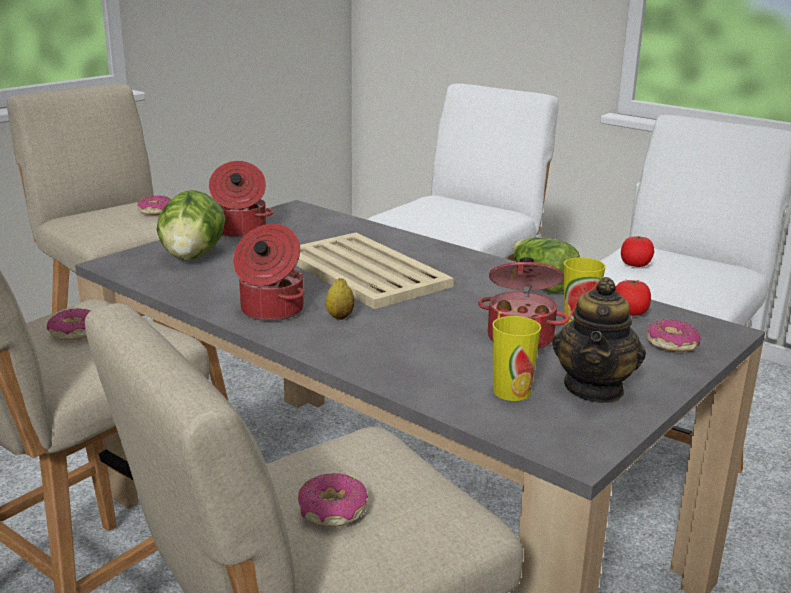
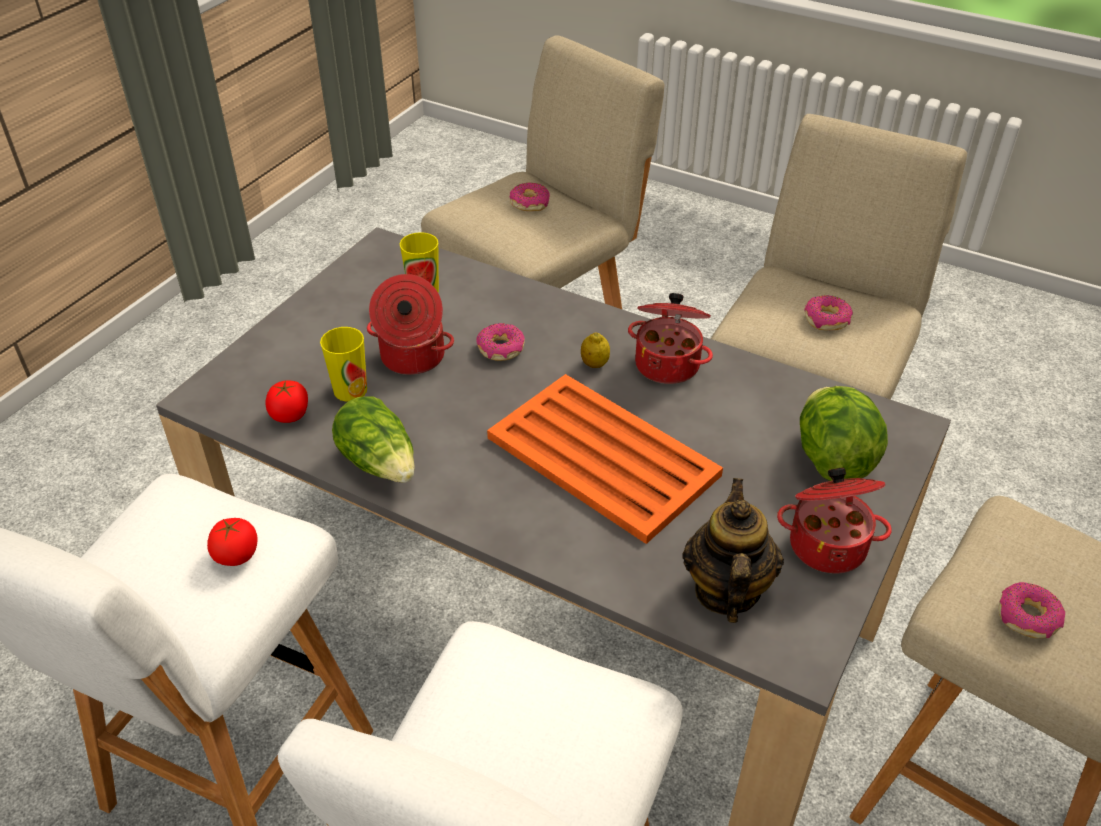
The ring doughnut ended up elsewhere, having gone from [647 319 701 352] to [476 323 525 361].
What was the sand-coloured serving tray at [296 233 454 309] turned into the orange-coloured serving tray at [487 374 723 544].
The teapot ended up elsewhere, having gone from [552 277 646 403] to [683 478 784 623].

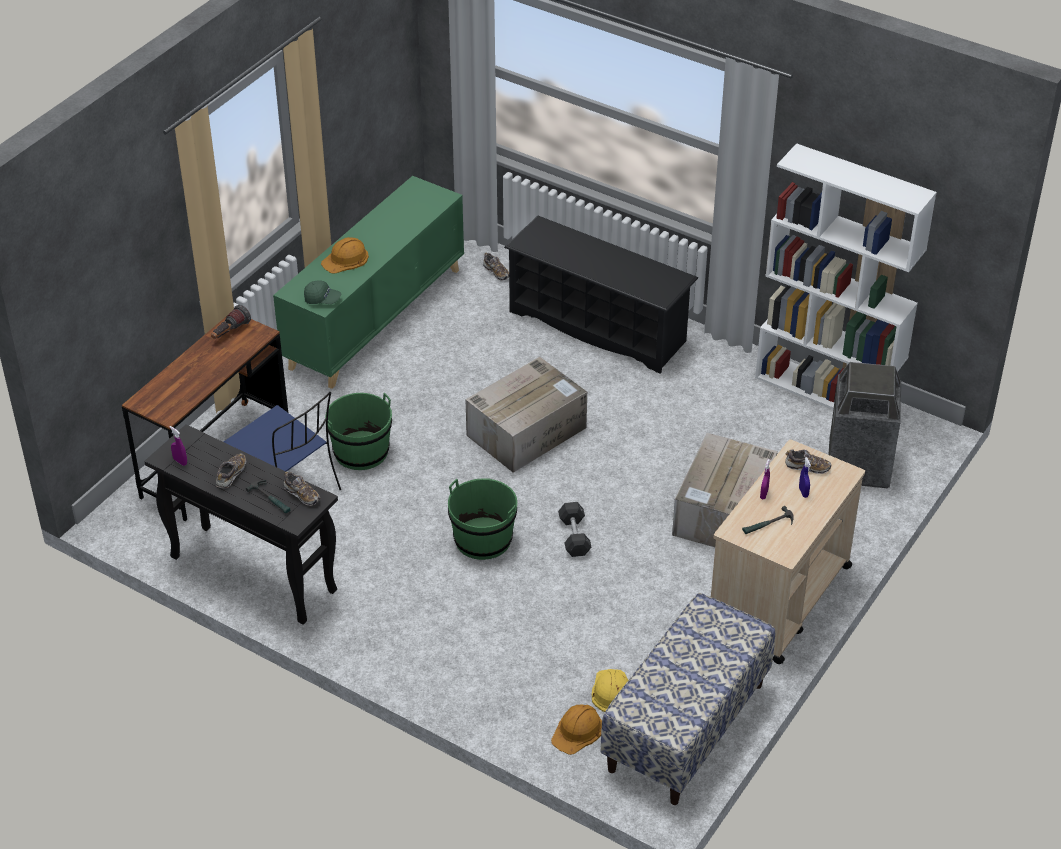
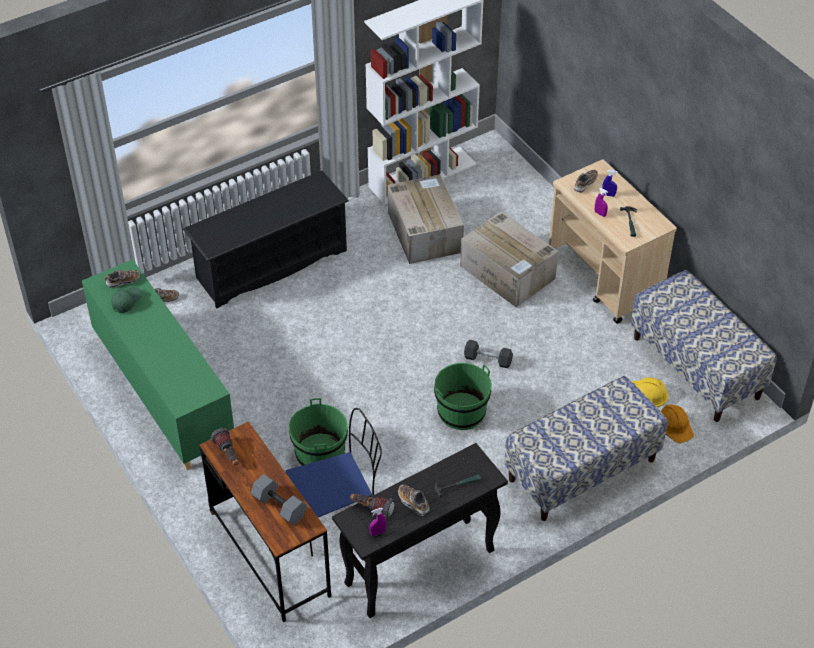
The low shoe ended up elsewhere, having gone from [284 472 320 506] to [105 270 140 288].
The green-coloured cap ended up elsewhere, having gone from [304 280 341 304] to [111 287 142 313].
The second view gained the greyish free weight at [251 474 307 525].
The second view gained the torch at [350 493 395 519].
The cardboard box ended up elsewhere, having gone from [465 357 587 473] to [388 174 464 264].
The second view gained the long seat at [504 376 668 521].
The second view lost the orange-coloured hard hat at [321 237 369 274].
The second view lost the waste bin at [828 362 901 488].

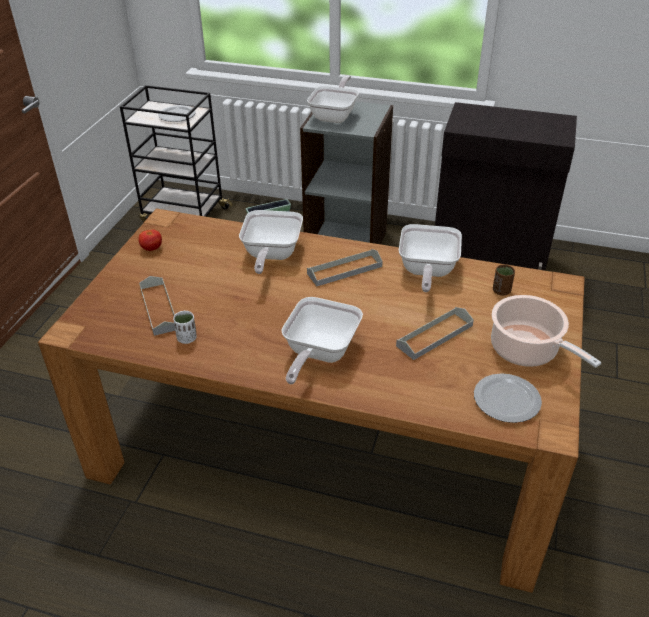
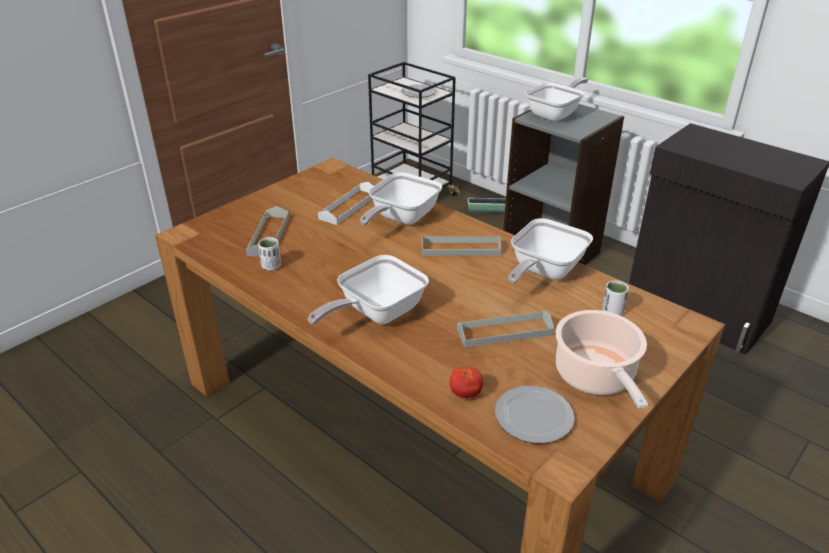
The second view gained the whitish serving tray at [318 182 373 225].
The tomato ended up elsewhere, having gone from [139 229 162 251] to [450 367 483 398].
What was the brown-coloured small cup at [493 265 515 296] turned into the whitish small cup at [602 280 629 315].

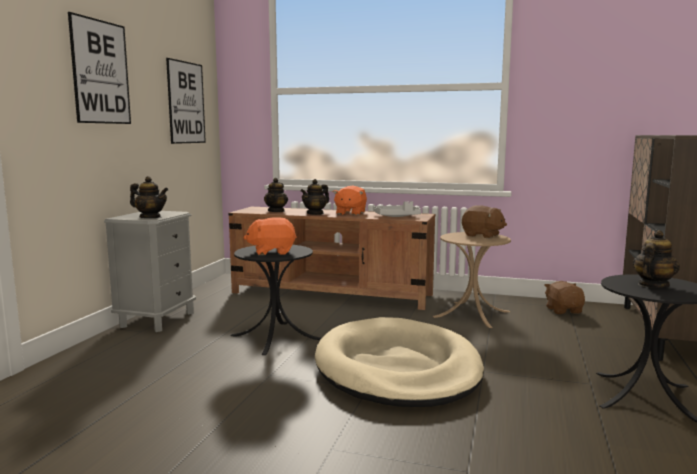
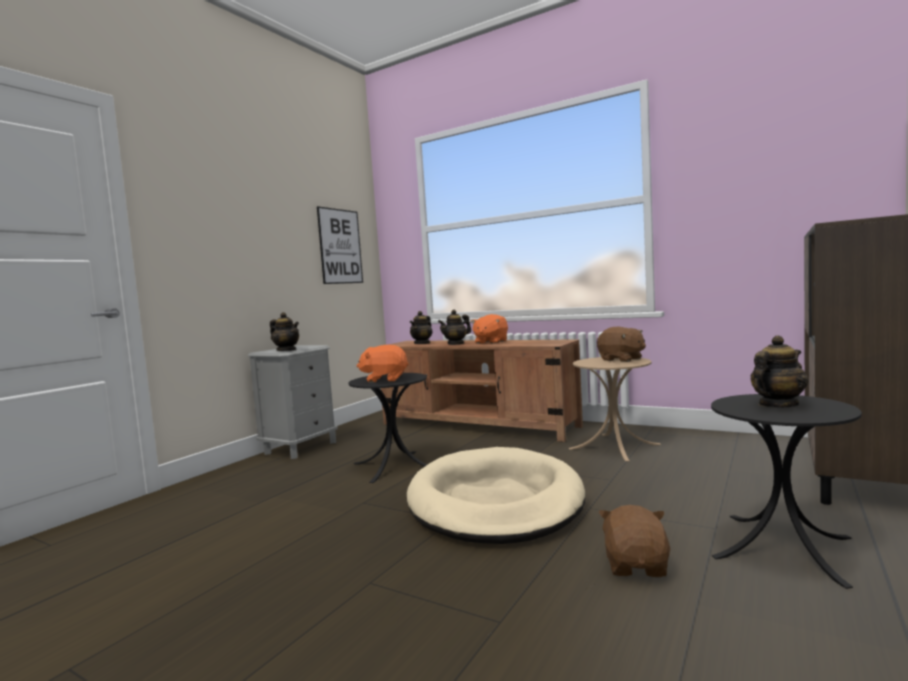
The brown-coloured cuddly toy ended up elsewhere, having gone from [544 281 585 314] to [599 505 670 577].
The second view lost the wall picture at [68 12 131 124].
The second view lost the greyish serving tray at [373 201 421 217].

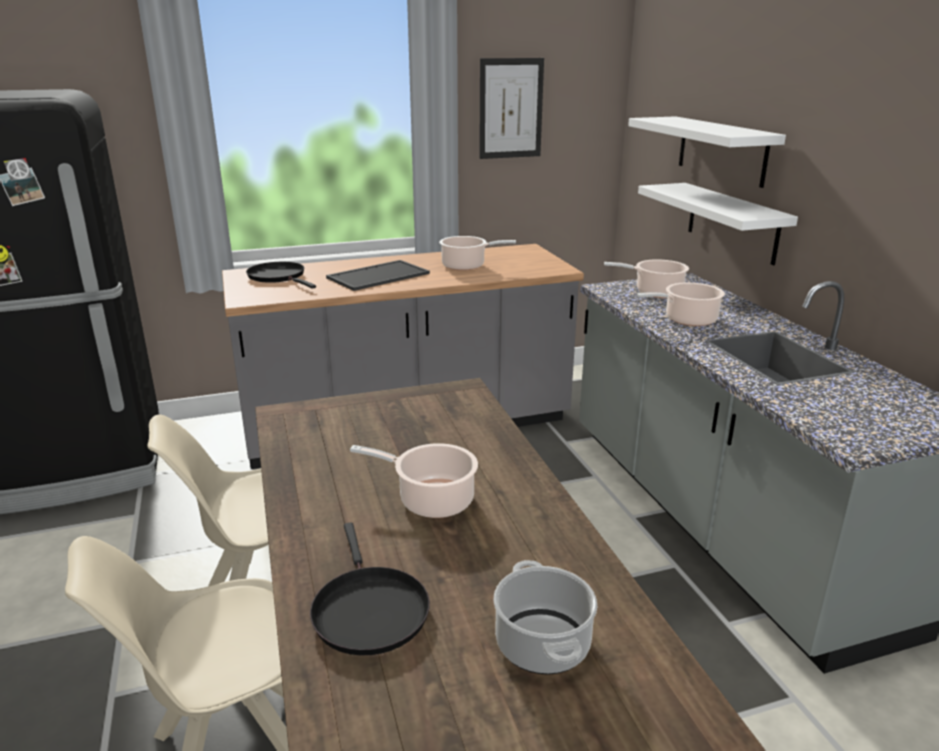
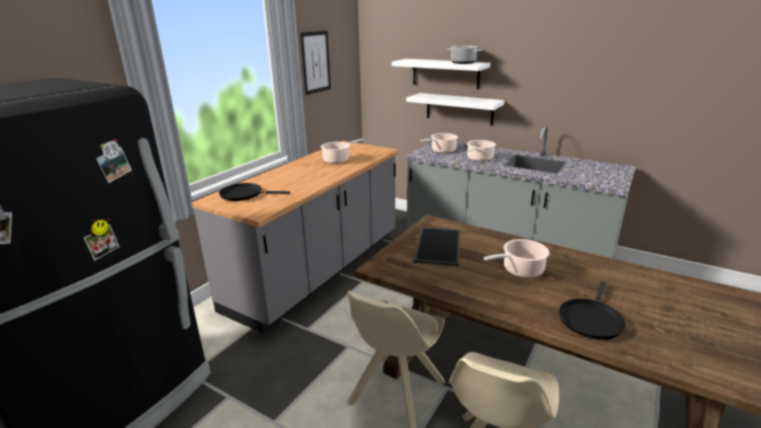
The serving tray ended up elsewhere, having gone from [326 260 430 291] to [413 227 461 266].
The stockpot ended up elsewhere, having gone from [493 560 597 675] to [447 46 482 64].
The black skillet at [310 522 430 655] ended up facing another way, 90 degrees clockwise from before.

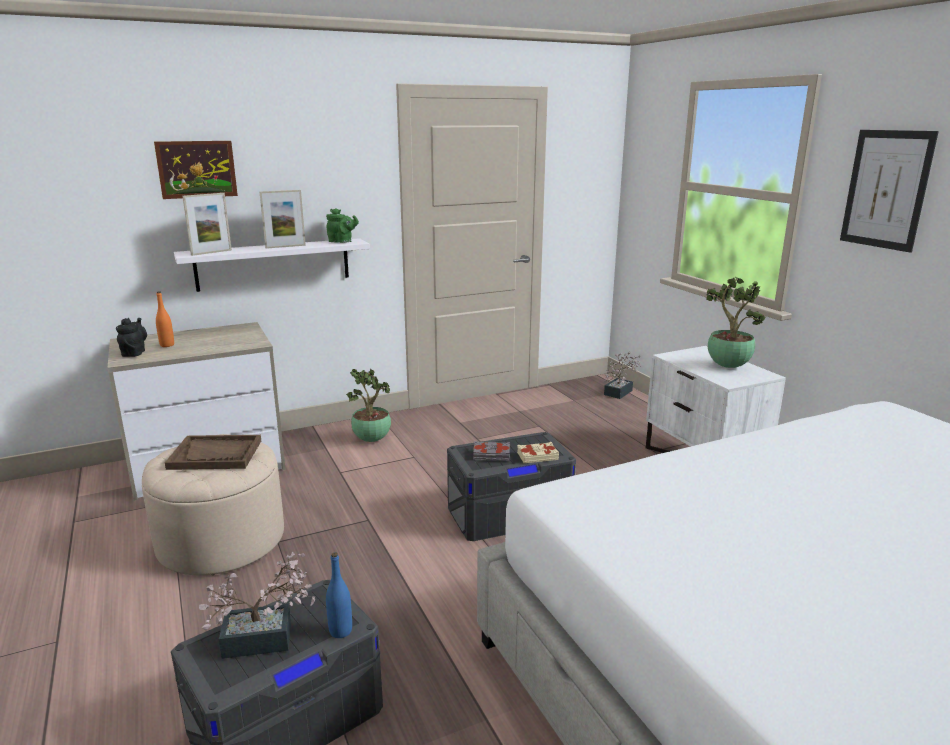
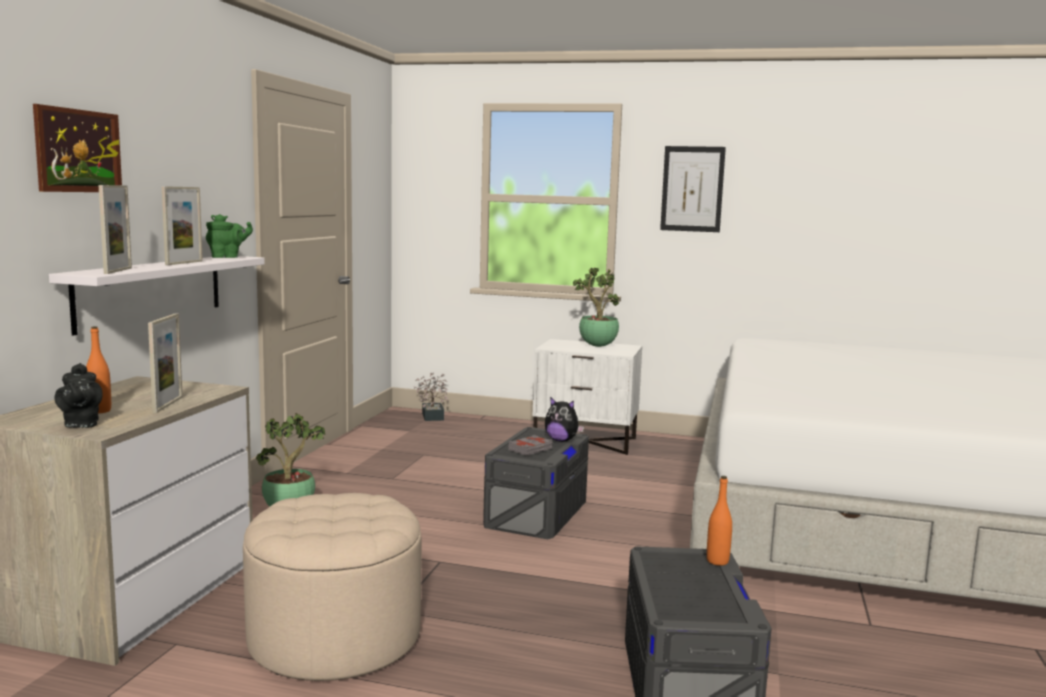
The black teapot at [116 318 147 357] ended up facing another way, 150 degrees counterclockwise from before.
The second view gained the picture frame at [148 313 183 413].
Where the sand-coloured bound book stood at [517 442 559 463], the cuddly toy came to stand at [545 397 584 442].
What was the bluish bottle at [326 552 352 638] turned into the orange-coloured bottle at [707 476 732 566].
The second view lost the brown-coloured serving tray at [165 435 261 470].
The second view lost the plant in a pot at [199 552 315 659].

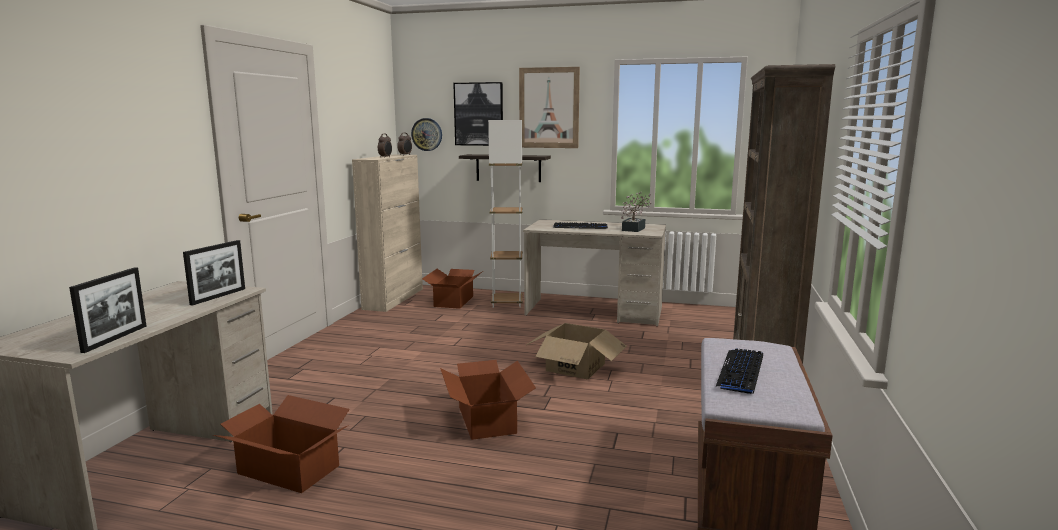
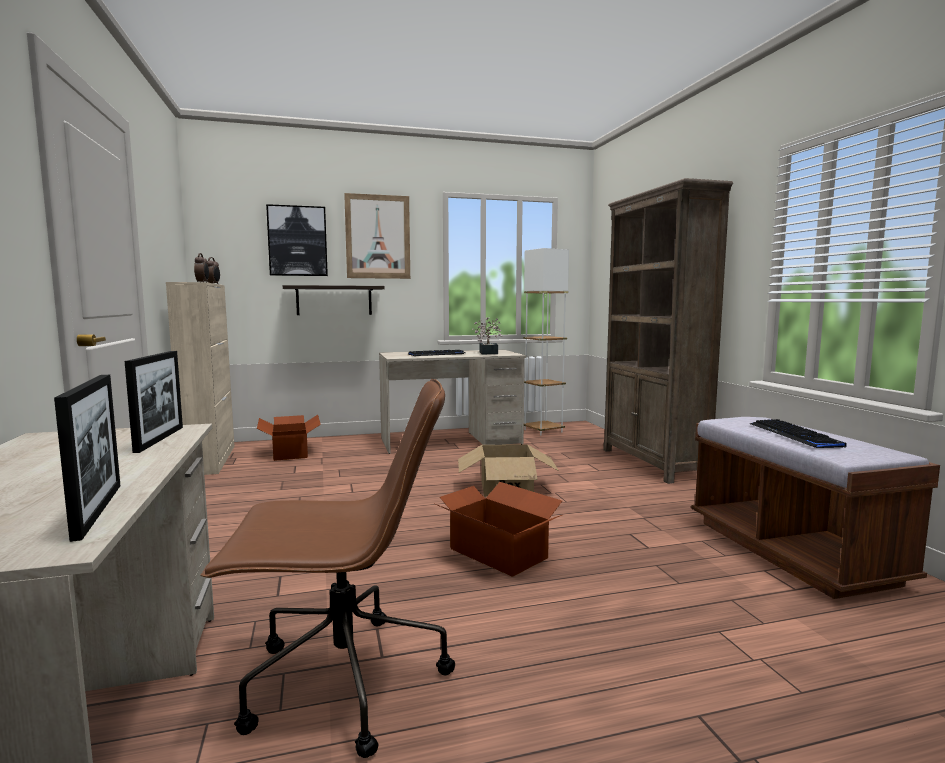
Where the cardboard box stood at [213 395 350 493], the brown-coloured computer chair came to stand at [200 379 455 758].
The whitish standing lamp ended up elsewhere, having gone from [488 120 523 308] to [523 248 569 435].
The second view lost the clock on the wall at [411 118 442 151].

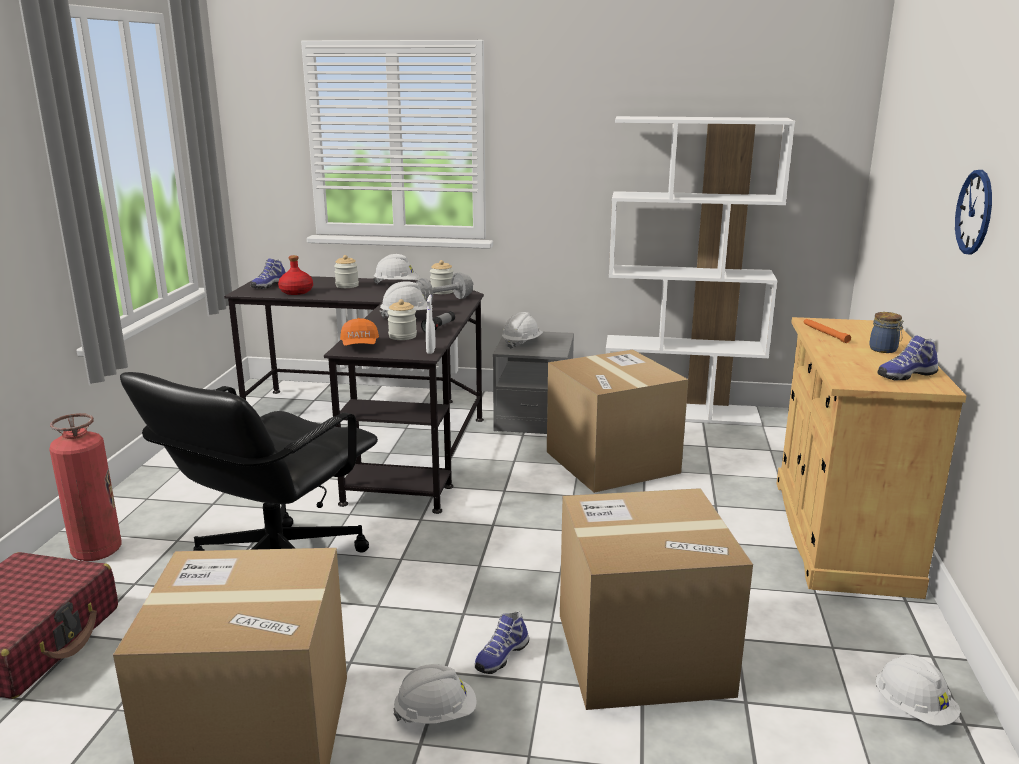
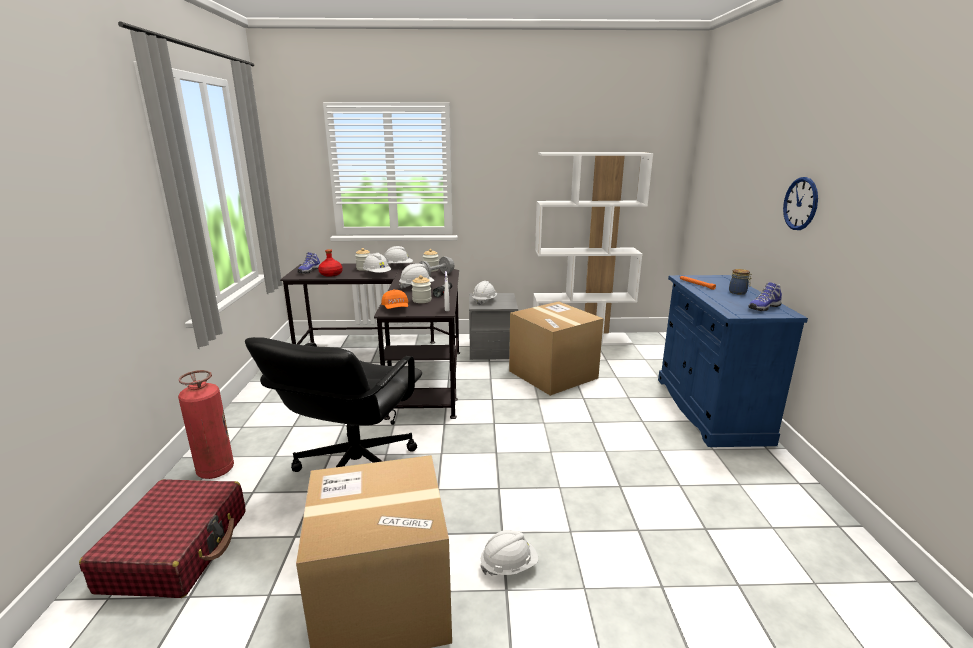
The whitish hard hat ended up elsewhere, having gone from [876 654 961 726] to [363 253 391 273].
What was the sand-coloured storage cabinet at [776 317 966 599] turned into the bluish storage cabinet at [658 275 808 447].
The second view lost the low shoe at [475 611 529 674].
The second view lost the cardboard box at [560 488 753 710].

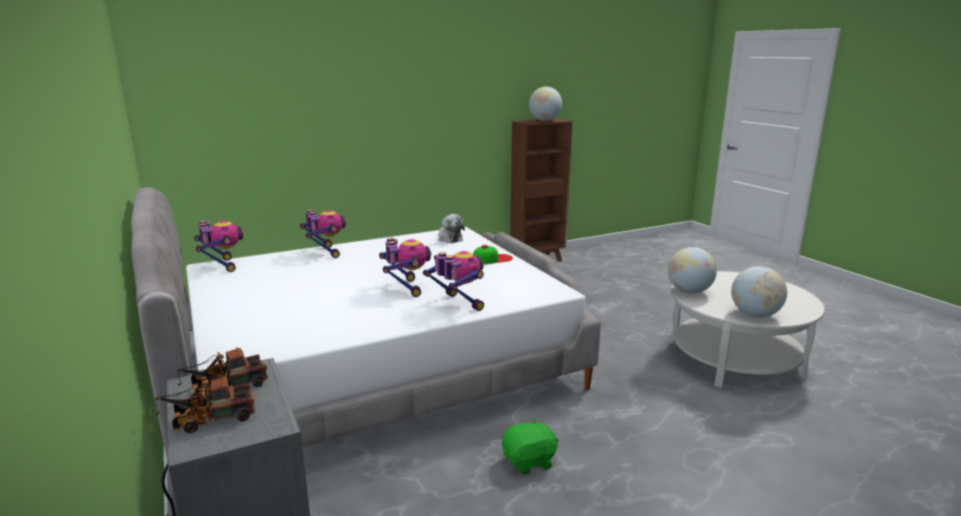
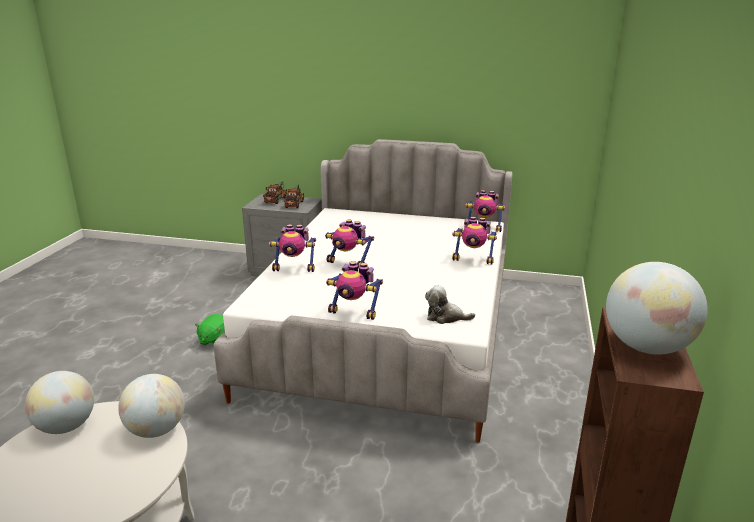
Where the cap stood at [473 245 513 264], the model robot came to stand at [326 261 383 320].

